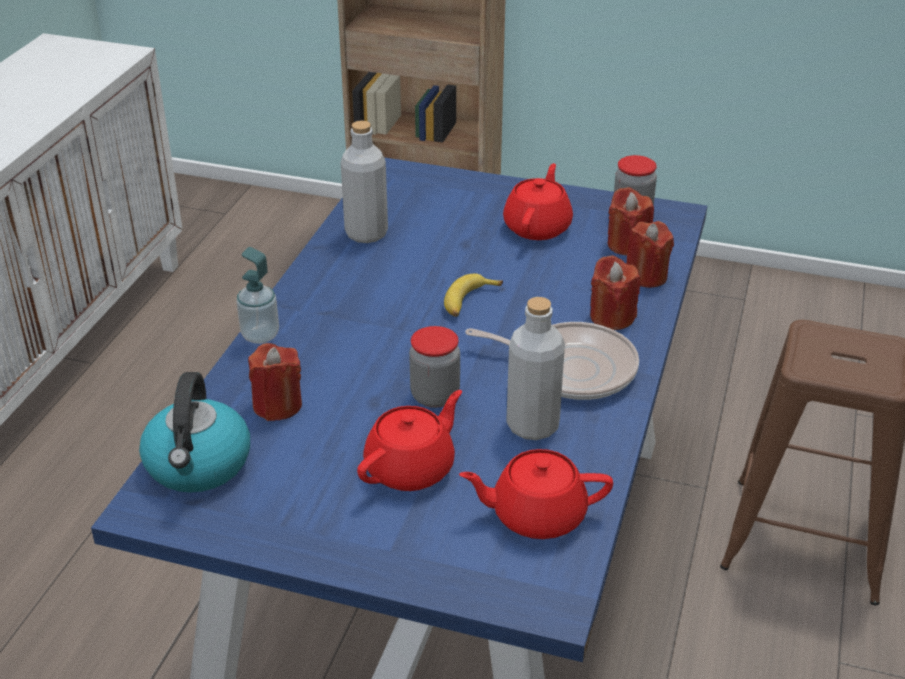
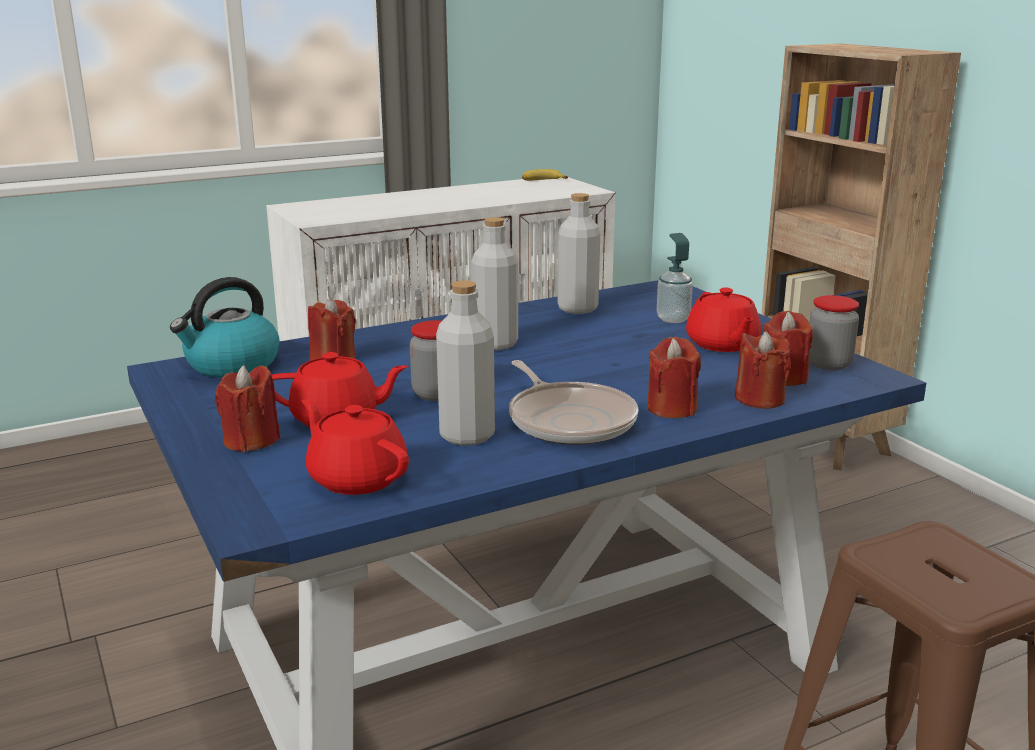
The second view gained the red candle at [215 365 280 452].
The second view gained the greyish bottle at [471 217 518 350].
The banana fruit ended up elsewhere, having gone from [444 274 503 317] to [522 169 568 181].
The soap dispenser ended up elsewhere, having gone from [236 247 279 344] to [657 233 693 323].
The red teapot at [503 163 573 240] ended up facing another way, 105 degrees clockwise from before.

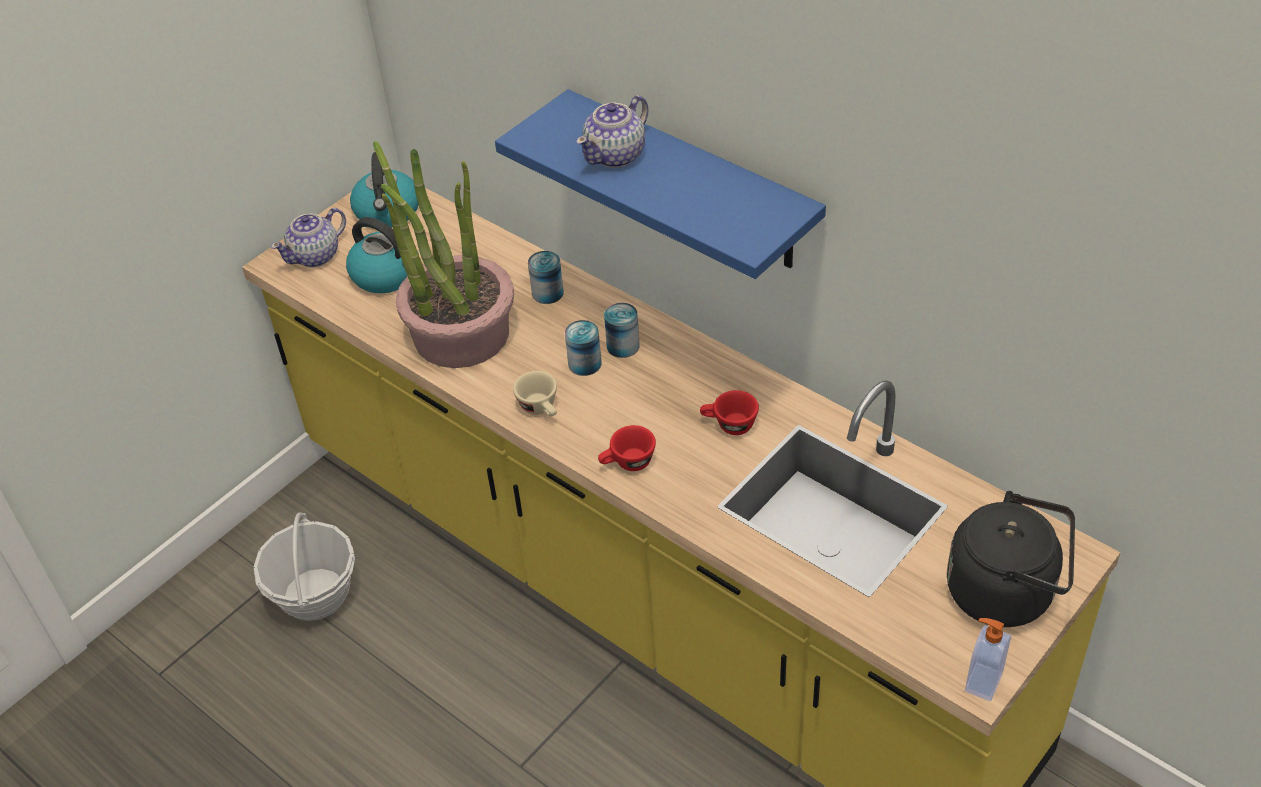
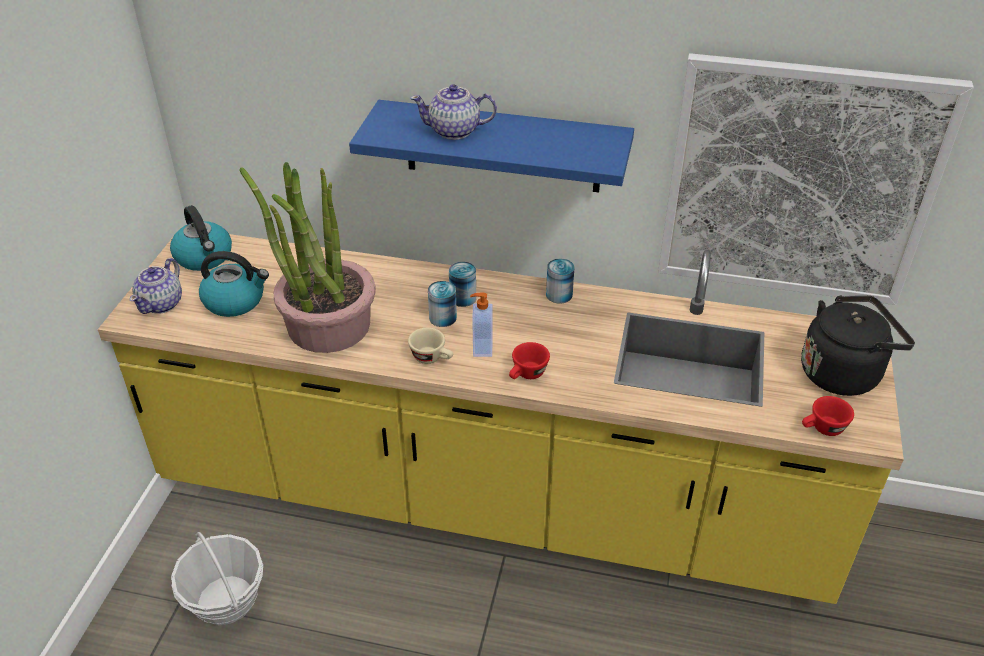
The teapot at [576 95 649 168] ended up facing another way, 75 degrees clockwise from before.
The soap dispenser ended up elsewhere, having gone from [965 618 1011 701] to [470 293 493 357].
The metal can ended up elsewhere, having gone from [528 251 564 304] to [546 259 575 304].
The second view gained the wall picture at [658 53 974 305].
The red small cup ended up elsewhere, having gone from [700 390 759 435] to [802 396 854 436].

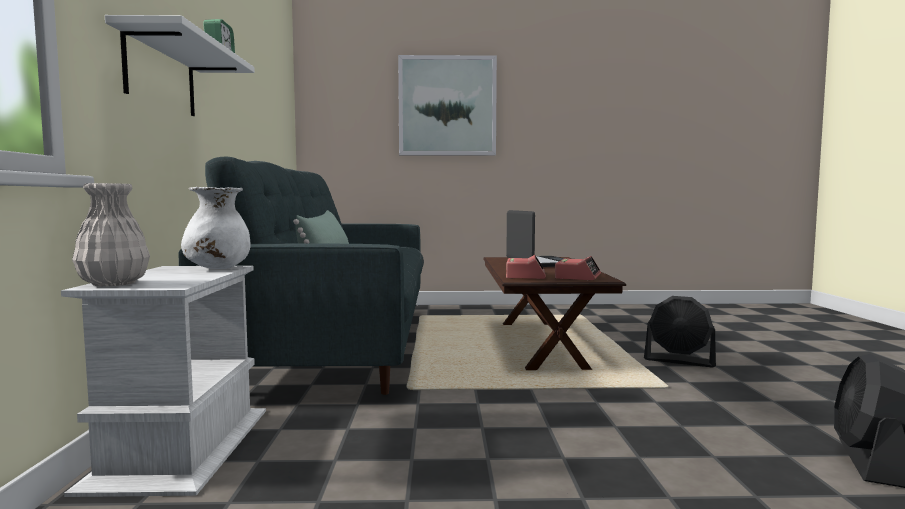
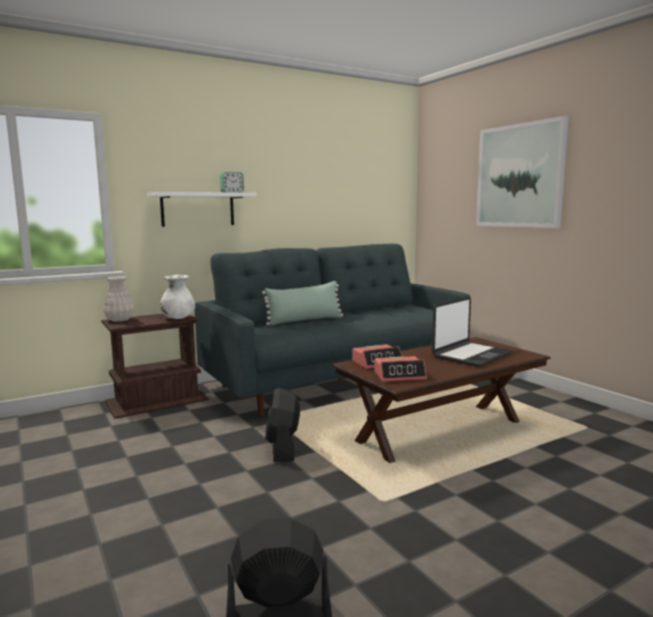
What was the whitish end table at [61 266 266 497] turned into the brown-coloured end table at [101 314 209 419].
The black fan ended up elsewhere, having gone from [644 296 716 367] to [265 388 300 462].

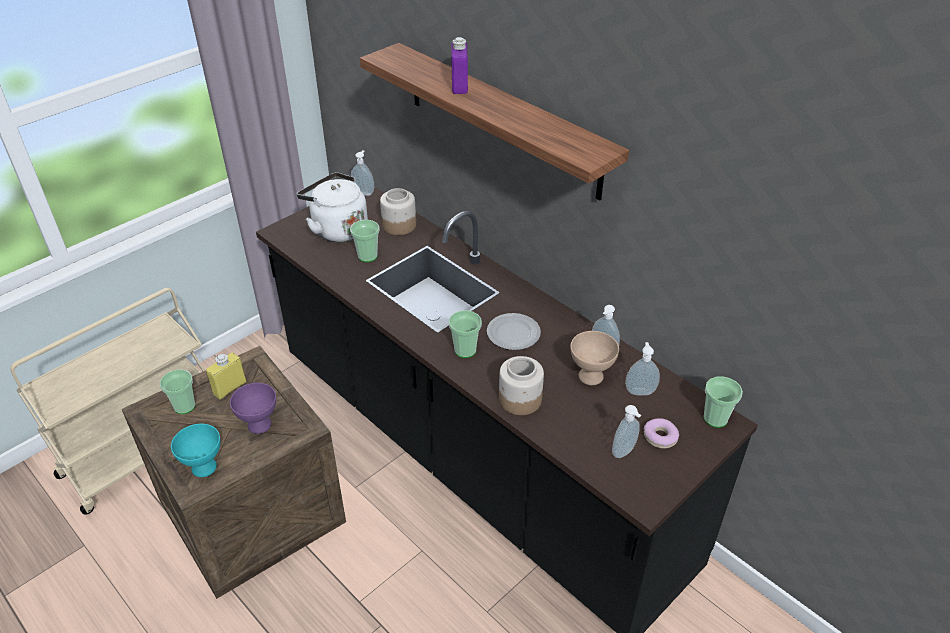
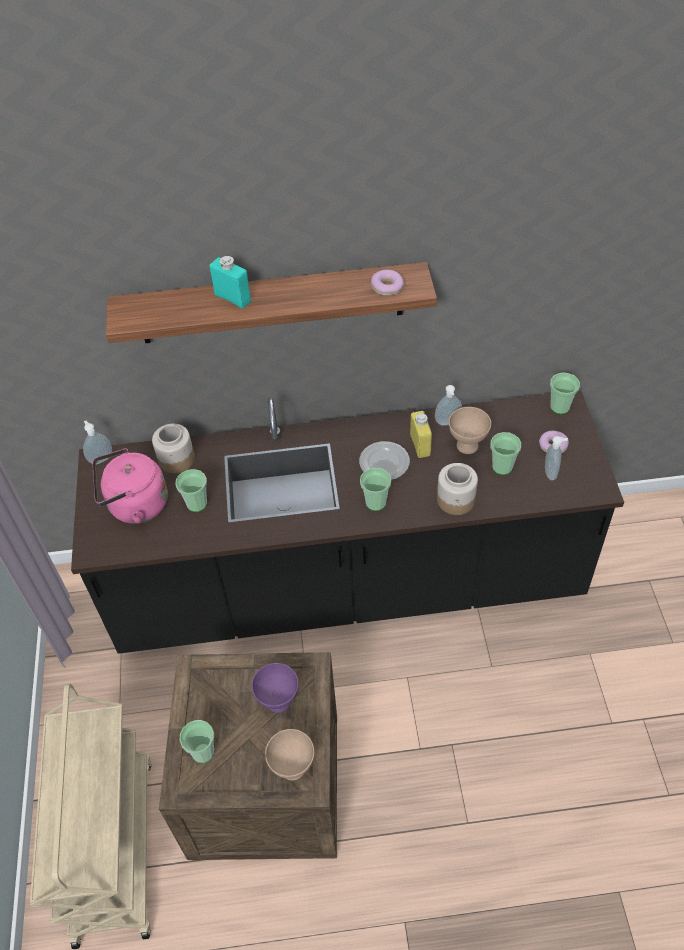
What was the whitish tea kettle at [297 172 368 242] turned into the pink tea kettle at [92 448 168 524].
What was the purplish bottle at [451 37 468 94] turned into the turquoise bottle at [209 256 251 309].
What was the turquoise bowl at [171 424 221 477] turned into the sand-coloured bowl at [265 729 314 781].
The second view gained the ring doughnut at [371 270 404 296].
The yellow-coloured bottle ended up elsewhere, having gone from [206 352 246 400] to [410 411 432 458].
The second view gained the small cup at [490 432 521 475].
The second view lost the soap dispenser at [625 342 660 396].

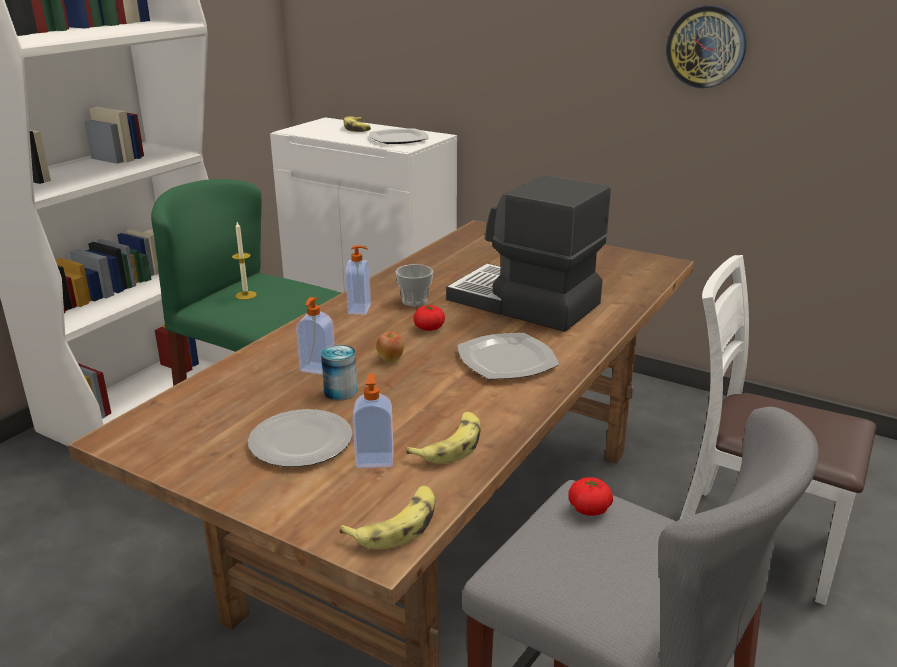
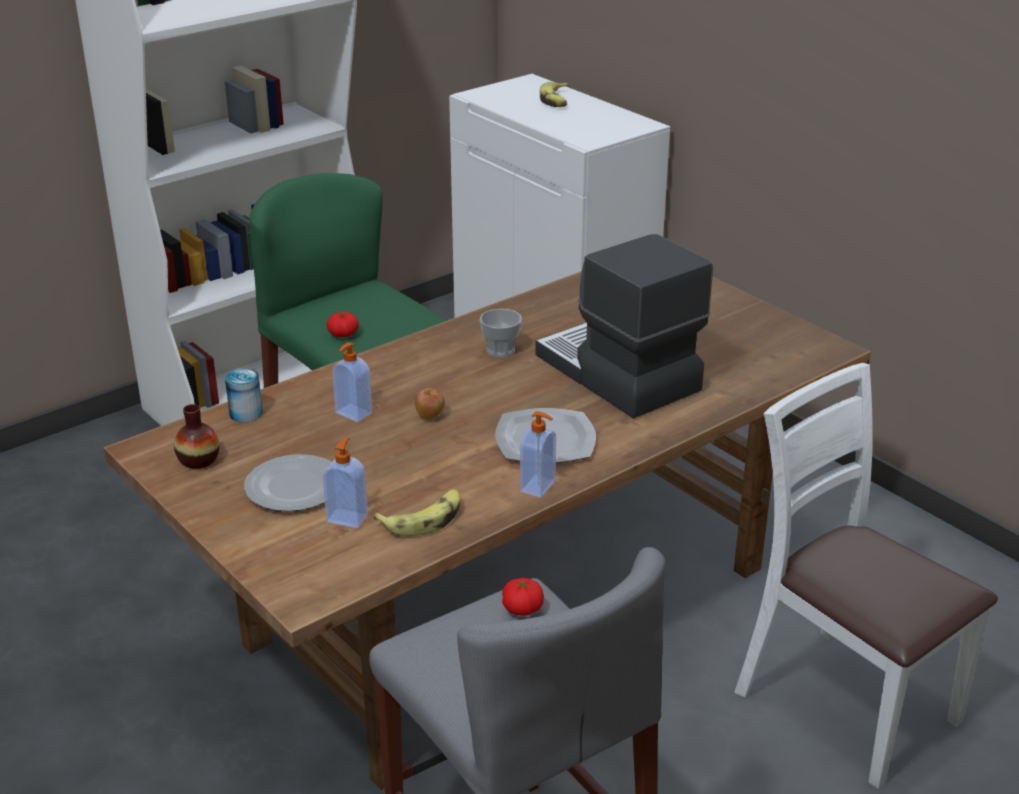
The second view gained the vase at [174 404 219 469].
The metal can ended up elsewhere, having gone from [321 345 357 400] to [225 368 263 423].
The tomato ended up elsewhere, having gone from [413 305 445 331] to [327 311 359 337].
The soap dispenser ended up elsewhere, having gone from [346 245 371 315] to [520 411 556 498].
The second view lost the candle at [232 222 257 300].
The second view lost the banana fruit at [339 486 435 549].
The second view lost the dinner plate at [369 128 429 144].
The second view lost the clock on the wall at [666 5 747 88].

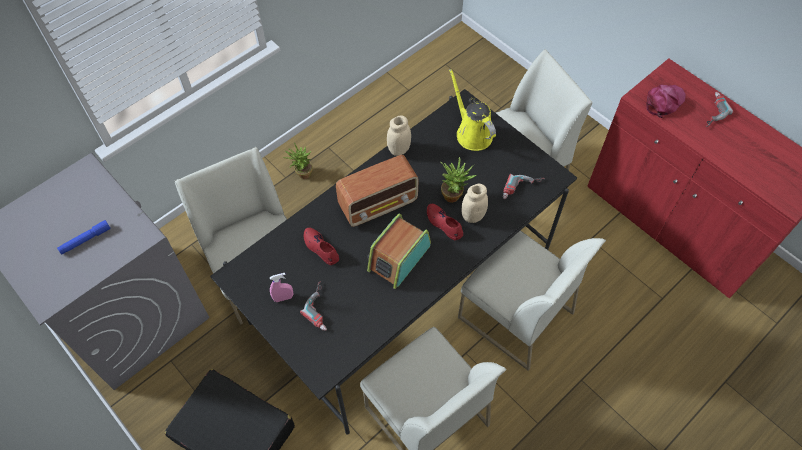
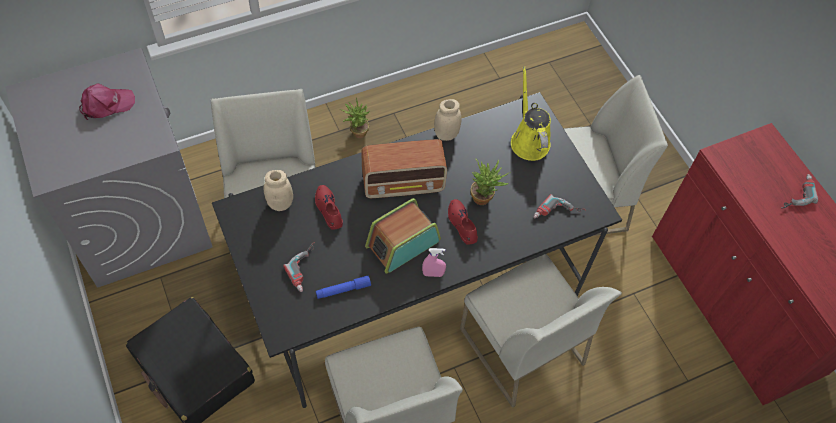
The pink cap ended up elsewhere, having gone from [646 85 686 118] to [79 83 135 120].
The sand-coloured storage jar ended up elsewhere, having gone from [462 184 488 223] to [263 170 293 211].
The bluish torch ended up elsewhere, having gone from [57 220 111 254] to [316 276 371 299].
The pink hand sprayer ended up elsewhere, having gone from [270 273 293 302] to [422 248 446 277].

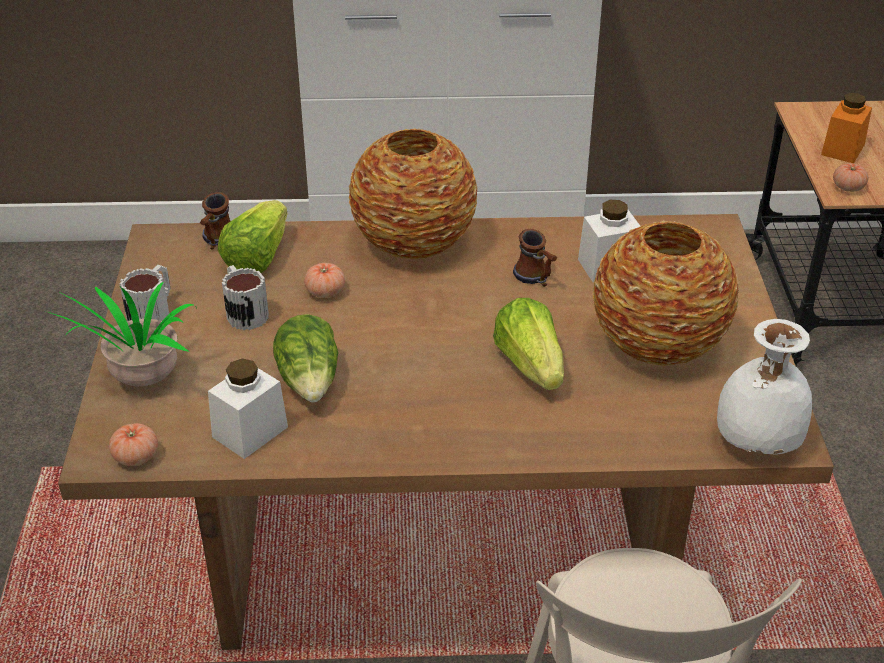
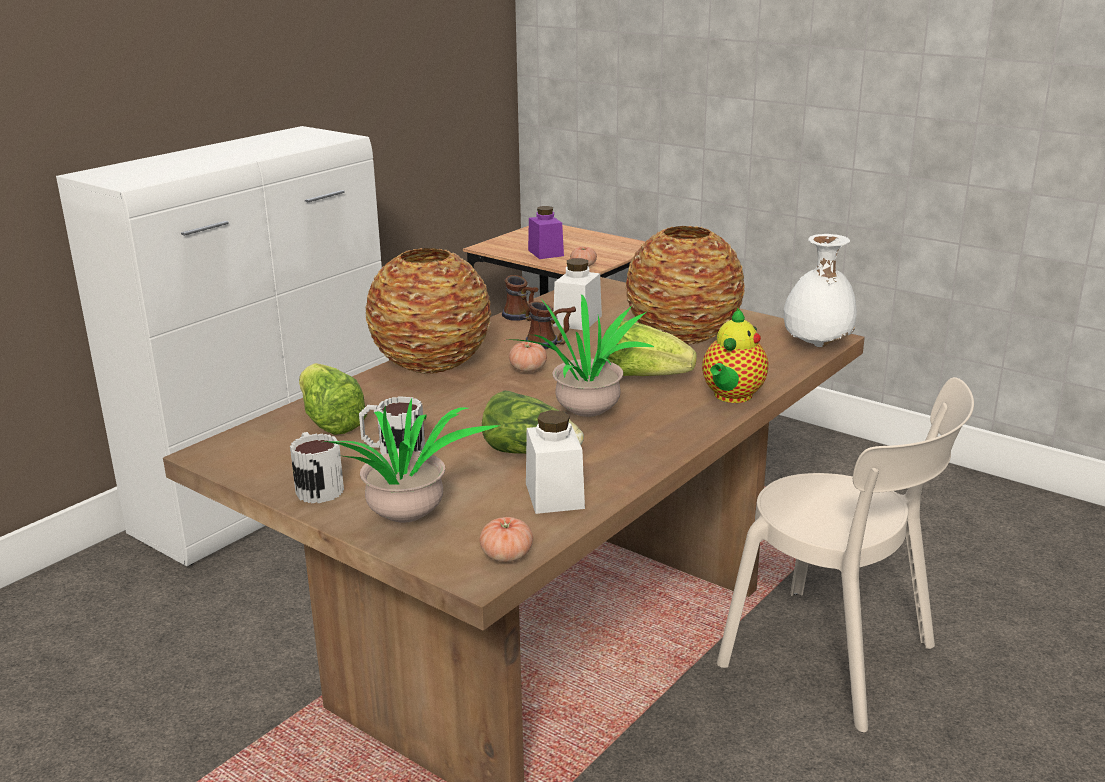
The coffee mug ended up elsewhere, having gone from [200 192 230 250] to [502 275 538 321].
The tomato ended up elsewhere, having gone from [304 263 345 298] to [509 342 547 372].
The second view gained the plant in a pot at [518 294 654 417].
What was the orange-coloured storage jar at [821 93 872 163] turned into the purplish storage jar at [528 206 564 259].
The second view gained the teapot at [702 308 769 403].

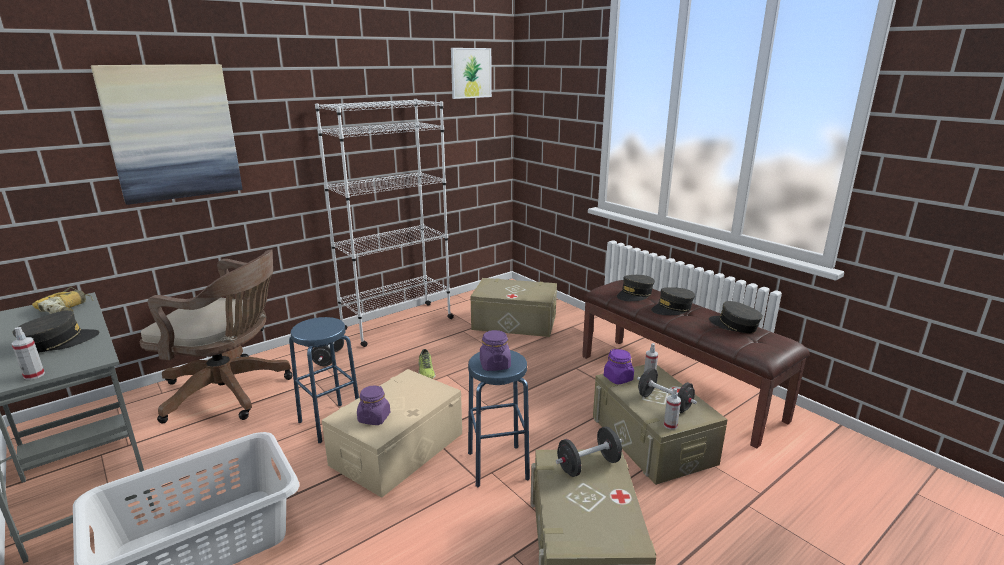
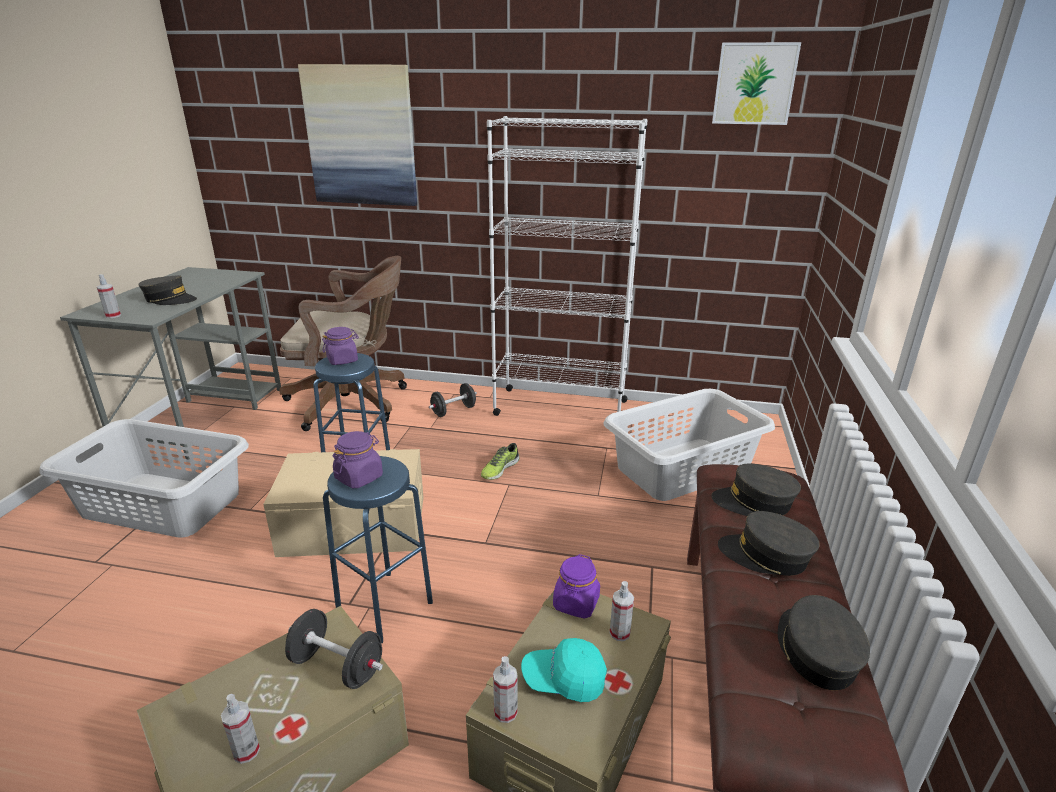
The second view gained the hand sprayer at [221 694 260 764].
The brown-coloured computer chair at [140 249 293 424] ended up facing another way, 60 degrees counterclockwise from before.
The purplish storage jar ended up elsewhere, having gone from [357 385 390 425] to [322 327 359 365].
Where the black free weight stood at [637 368 697 413], the turquoise cap came to stand at [521 638 607 702].
Where the sand-coloured storage bin stood at [471 278 557 337], the greyish laundry basket came to stand at [604 389 775 501].
The second view lost the drill at [32 286 94 314].

